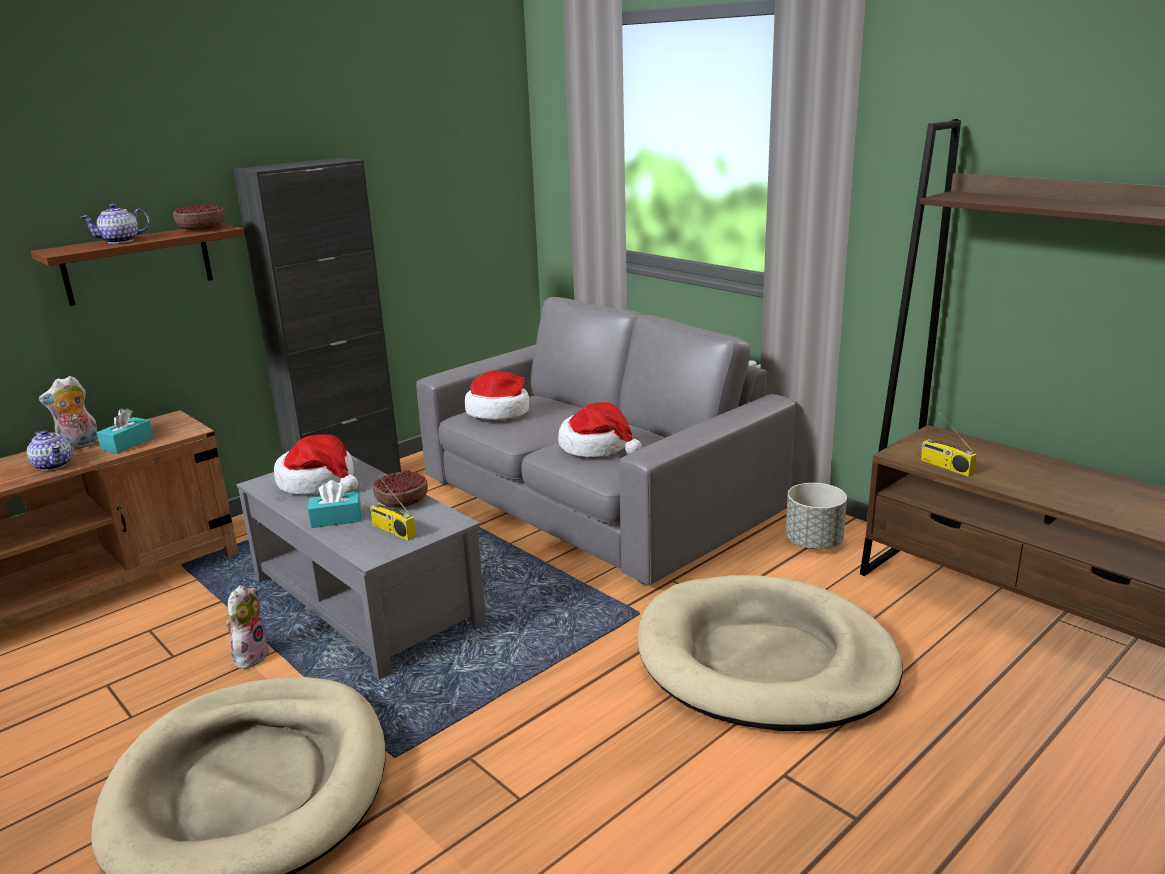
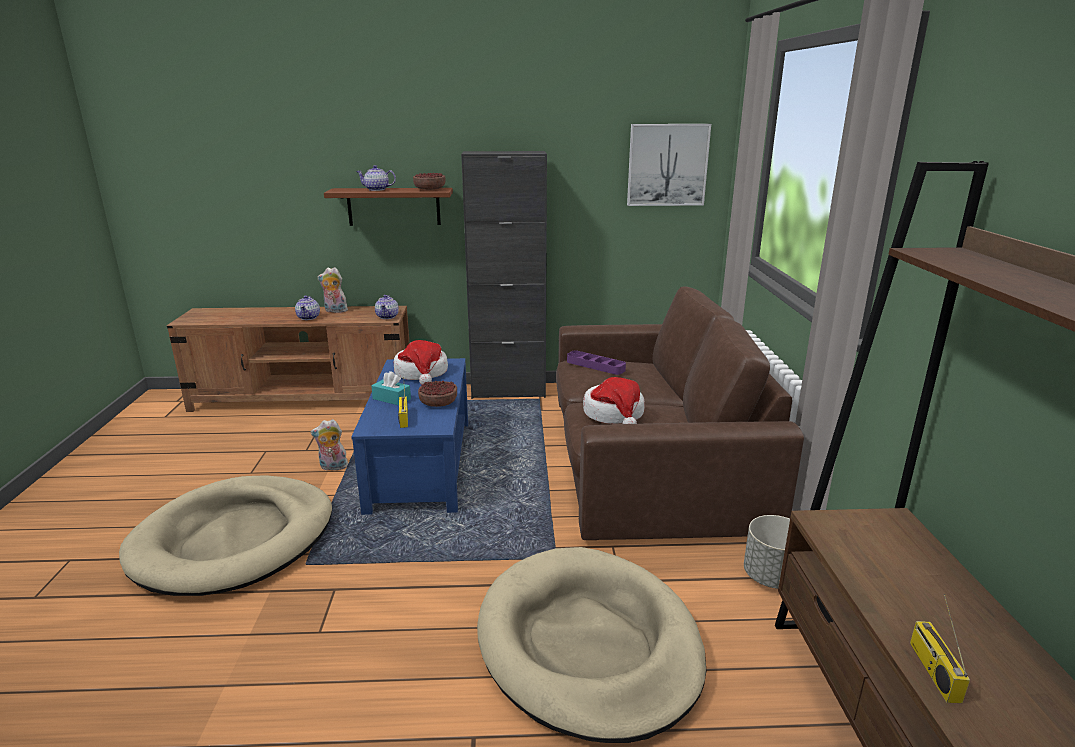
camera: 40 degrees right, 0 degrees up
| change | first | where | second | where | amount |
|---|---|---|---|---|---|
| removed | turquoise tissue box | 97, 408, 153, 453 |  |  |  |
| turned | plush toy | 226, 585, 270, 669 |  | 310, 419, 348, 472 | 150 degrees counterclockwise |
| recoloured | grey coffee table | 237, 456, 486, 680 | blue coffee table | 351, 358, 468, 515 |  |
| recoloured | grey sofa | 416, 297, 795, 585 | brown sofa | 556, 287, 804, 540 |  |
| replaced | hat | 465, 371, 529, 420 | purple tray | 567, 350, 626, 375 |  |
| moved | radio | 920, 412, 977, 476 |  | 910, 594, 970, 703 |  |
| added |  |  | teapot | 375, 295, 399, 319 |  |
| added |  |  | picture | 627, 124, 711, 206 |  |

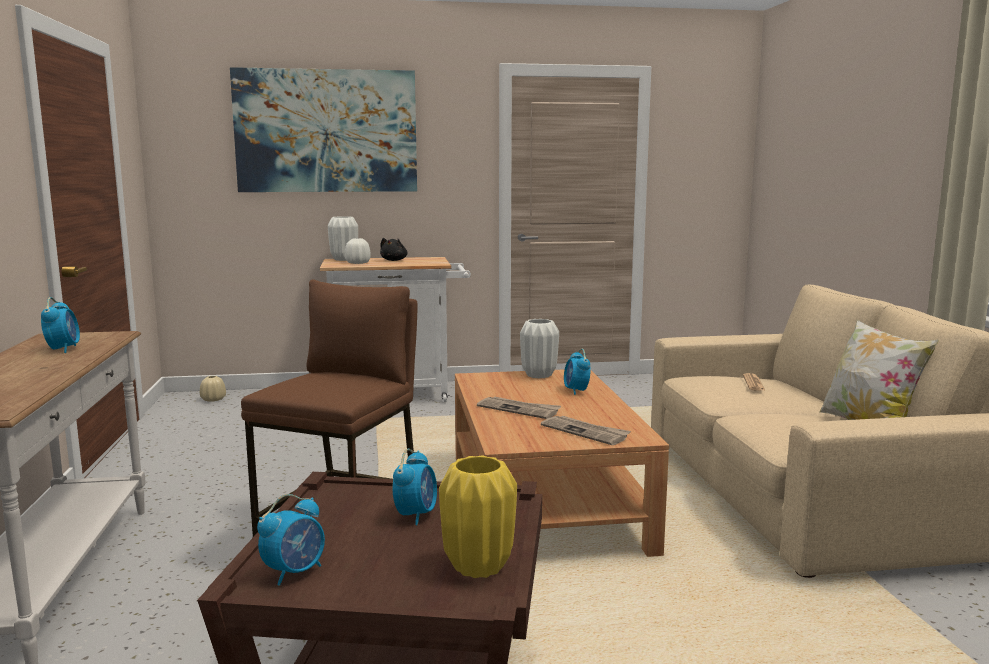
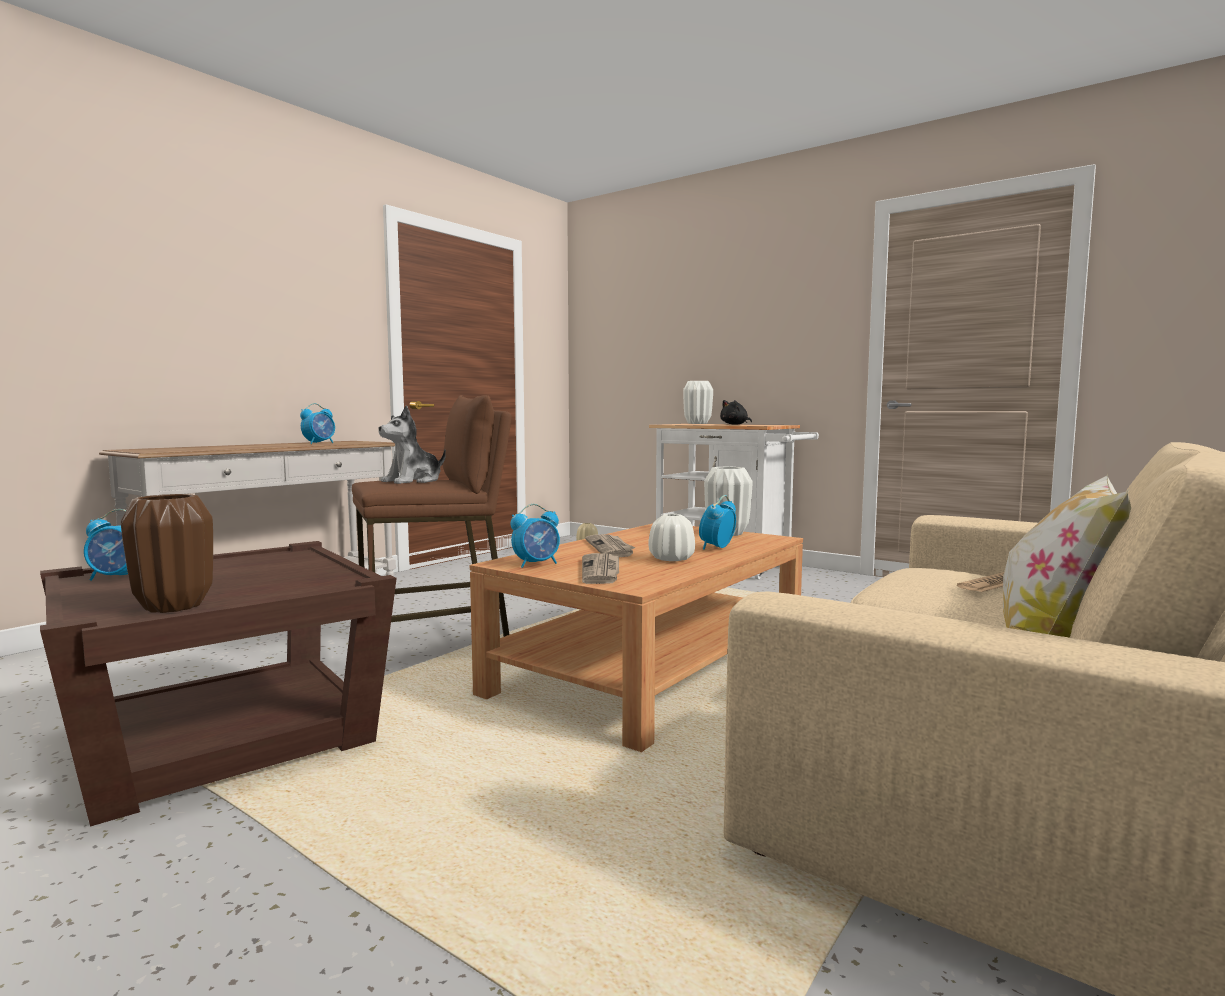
camera: 45 degrees right, 5 degrees down
| change | first | where | second | where | amount |
|---|---|---|---|---|---|
| removed | picture | 230, 67, 417, 192 |  |  |  |
| moved | white vase | 345, 238, 371, 264 |  | 649, 514, 695, 561 |  |
| moved | alarm clock | 393, 449, 437, 525 |  | 511, 504, 560, 568 |  |
| recoloured | yellow vase | 439, 455, 517, 578 | brown vase | 121, 494, 213, 613 |  |
| added |  |  | plush toy | 379, 405, 446, 484 |  |

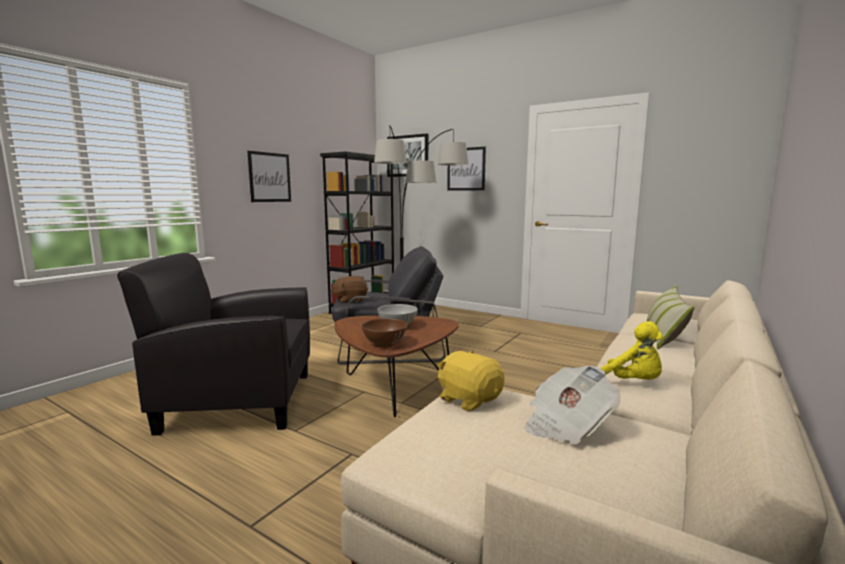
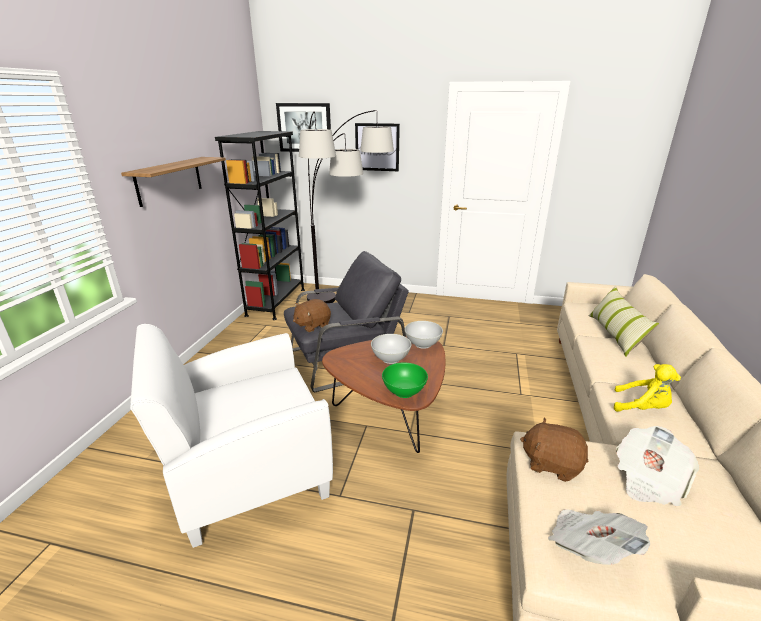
camera: 20 degrees left, 15 degrees up
| change | first | where | second | where | amount |
|---|---|---|---|---|---|
| recoloured | black armchair | 117, 253, 310, 436 | white armchair | 130, 324, 333, 548 |  |
| replaced | picture | 248, 151, 291, 202 | shelf | 121, 157, 226, 207 |  |
| recoloured | brown bowl | 361, 318, 408, 348 | green bowl | 382, 363, 428, 398 |  |
| recoloured | yellow plush toy | 437, 351, 505, 411 | brown plush toy | 520, 417, 588, 482 |  |
| added |  |  | white bowl | 405, 321, 443, 349 |  |
| added |  |  | newspaper | 548, 509, 650, 565 |  |

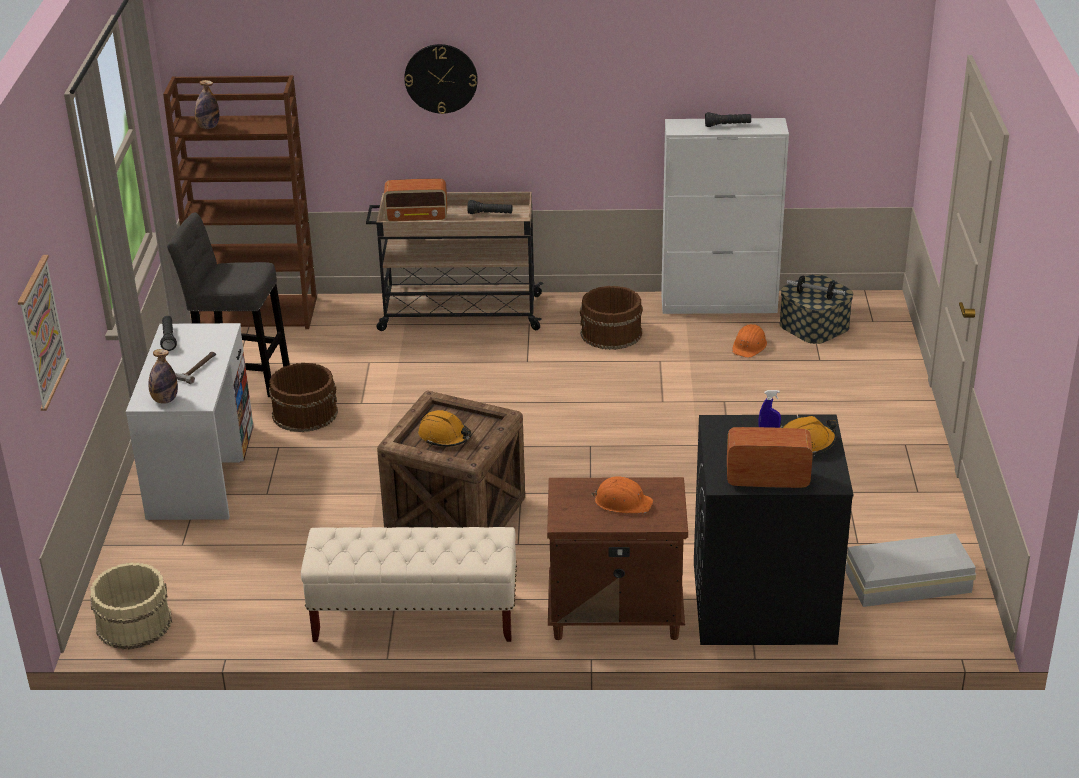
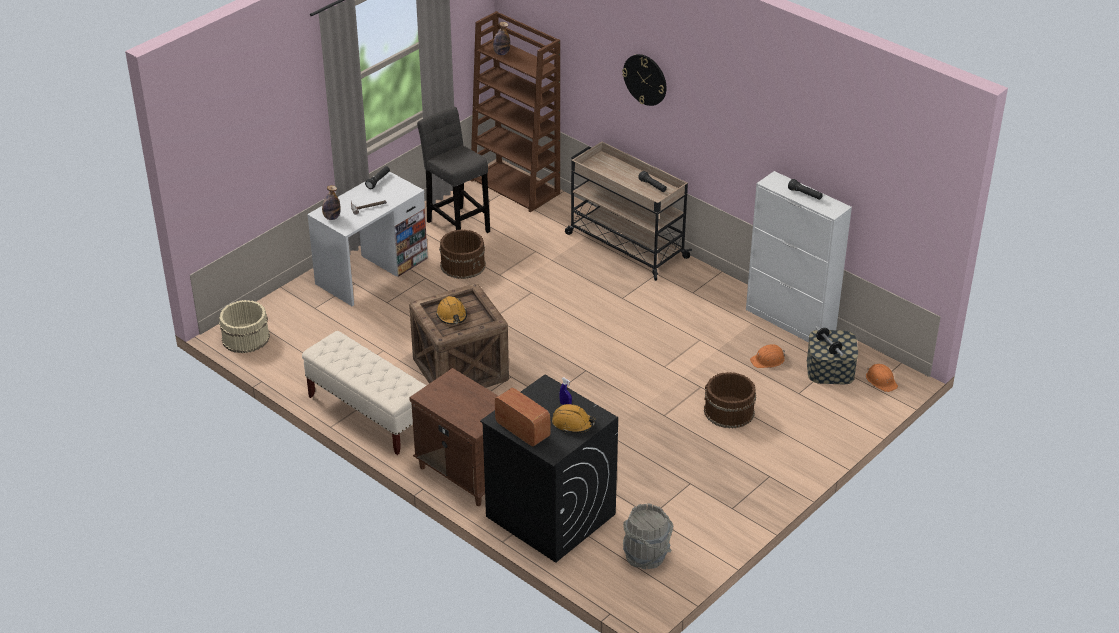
camera: 40 degrees right, 5 degrees up
| change | first | where | second | where | amount |
|---|---|---|---|---|---|
| removed | picture | 18, 255, 69, 411 |  |  |  |
| removed | radio | 384, 179, 447, 221 |  |  |  |
| moved | brown bucket | 580, 286, 643, 350 |  | 704, 372, 756, 428 |  |
| moved | orange hard hat | 591, 476, 653, 513 |  | 866, 364, 898, 392 |  |
| replaced | white storage box | 845, 533, 976, 607 | grey bucket | 623, 503, 673, 569 |  |

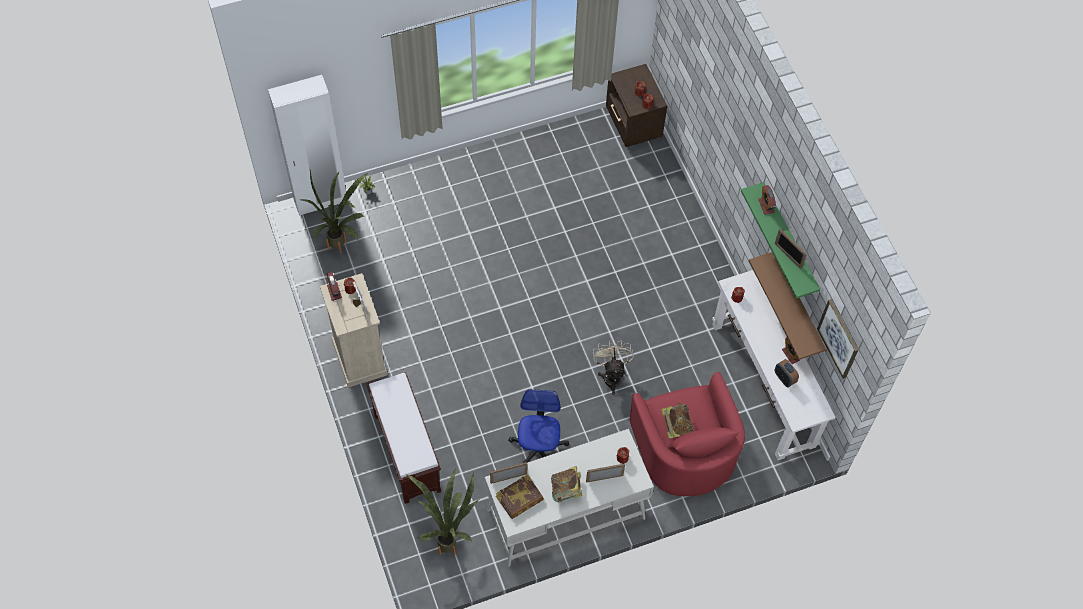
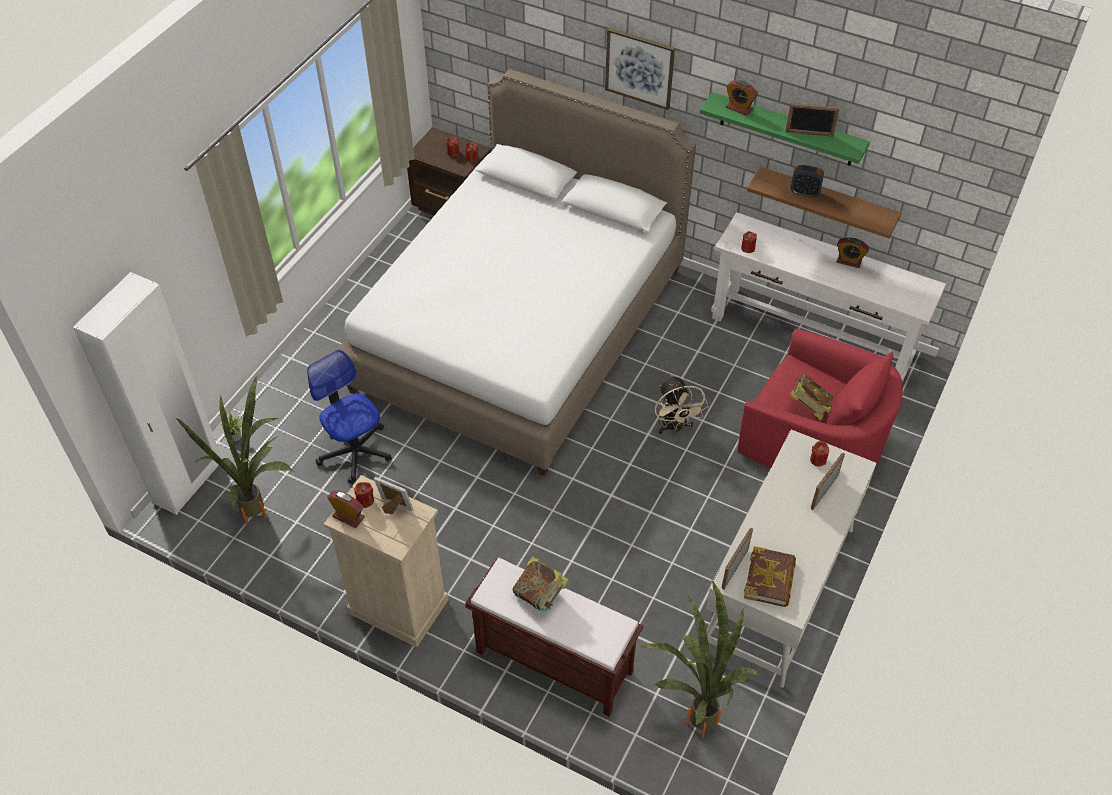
camera: 40 degrees left, 10 degrees down
| change | first | where | second | where | amount |
|---|---|---|---|---|---|
| moved | office chair | 508, 389, 569, 463 |  | 307, 350, 392, 484 |  |
| moved | book | 551, 466, 582, 502 |  | 512, 556, 569, 612 |  |
| turned | beige fan | 593, 340, 634, 395 |  | 655, 375, 708, 434 | 150 degrees counterclockwise |
| moved | alarm clock | 775, 359, 799, 387 |  | 791, 165, 824, 198 |  |
| moved | picture | 817, 299, 858, 379 |  | 605, 28, 675, 110 |  |
| added |  |  | white bed | 337, 69, 696, 476 |  |

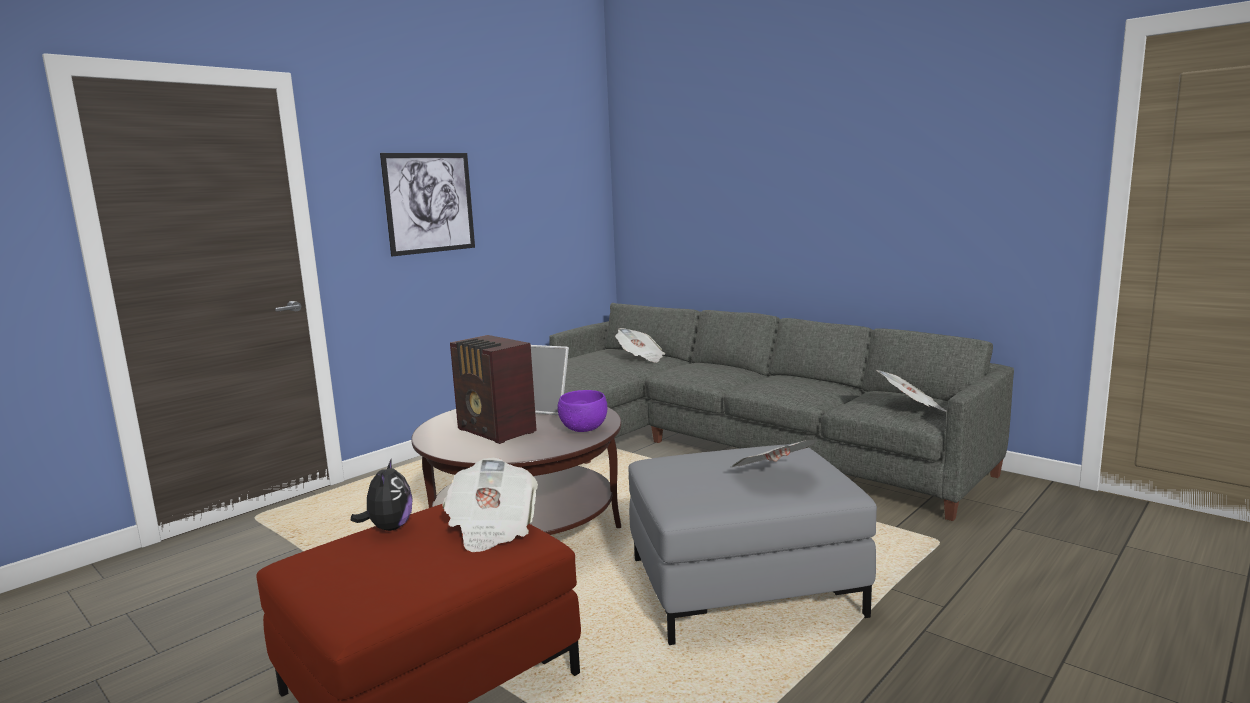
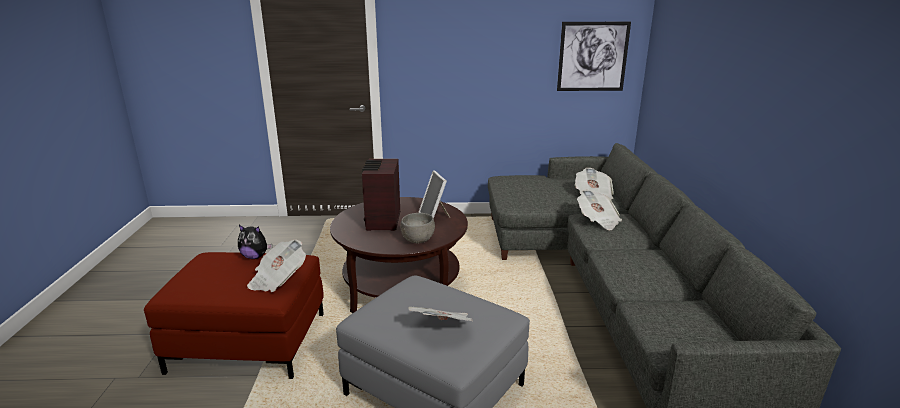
camera: 45 degrees right, 10 degrees up
| change | first | where | second | where | amount |
|---|---|---|---|---|---|
| turned | plush toy | 350, 458, 413, 531 |  | 238, 225, 272, 259 | 60 degrees clockwise |
| moved | picture | 380, 153, 475, 256 |  | 557, 22, 631, 91 |  |
| recoloured | purple bowl | 557, 390, 607, 432 | grey bowl | 400, 213, 435, 243 |  |
| moved | newspaper | 876, 370, 947, 412 |  | 577, 190, 622, 231 |  |

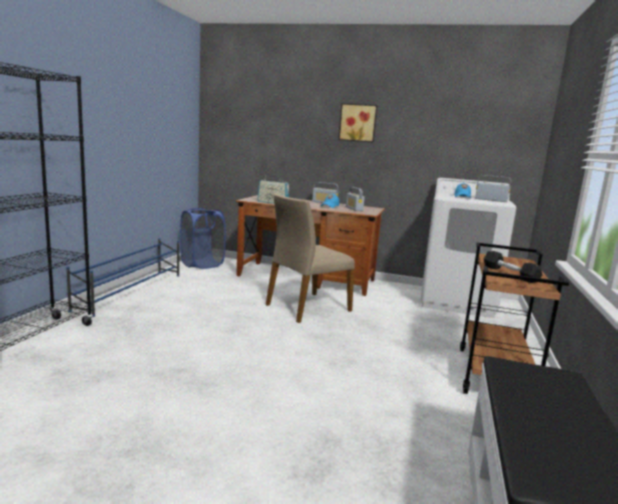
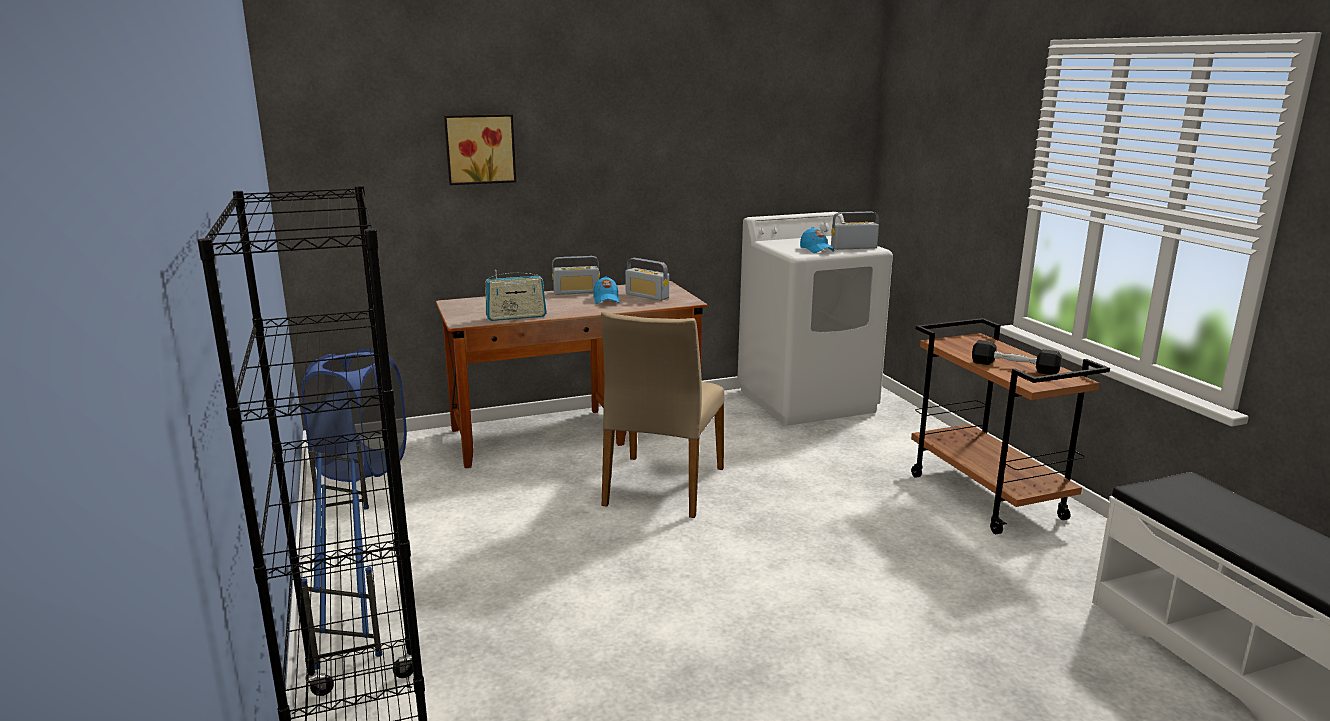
camera: 35 degrees left, 5 degrees up
| change | first | where | second | where | amount |
|---|---|---|---|---|---|
| moved | picture | 338, 103, 377, 143 |  | 444, 114, 516, 185 |  |

